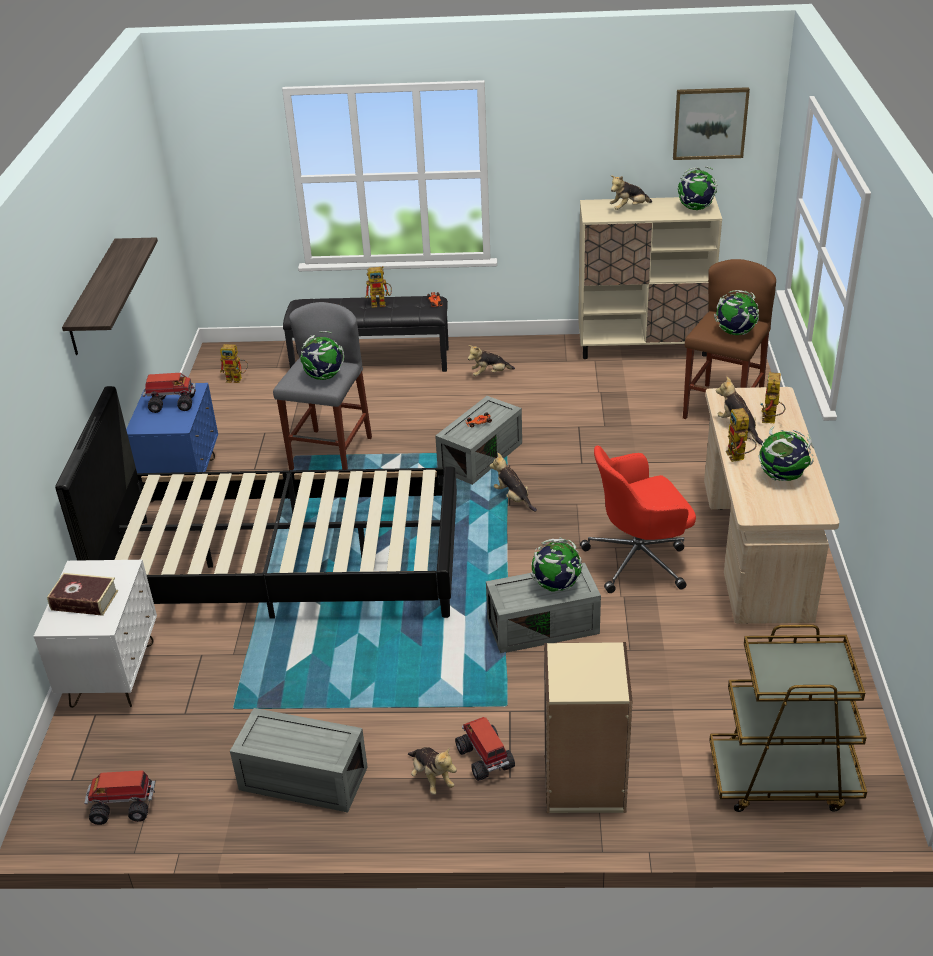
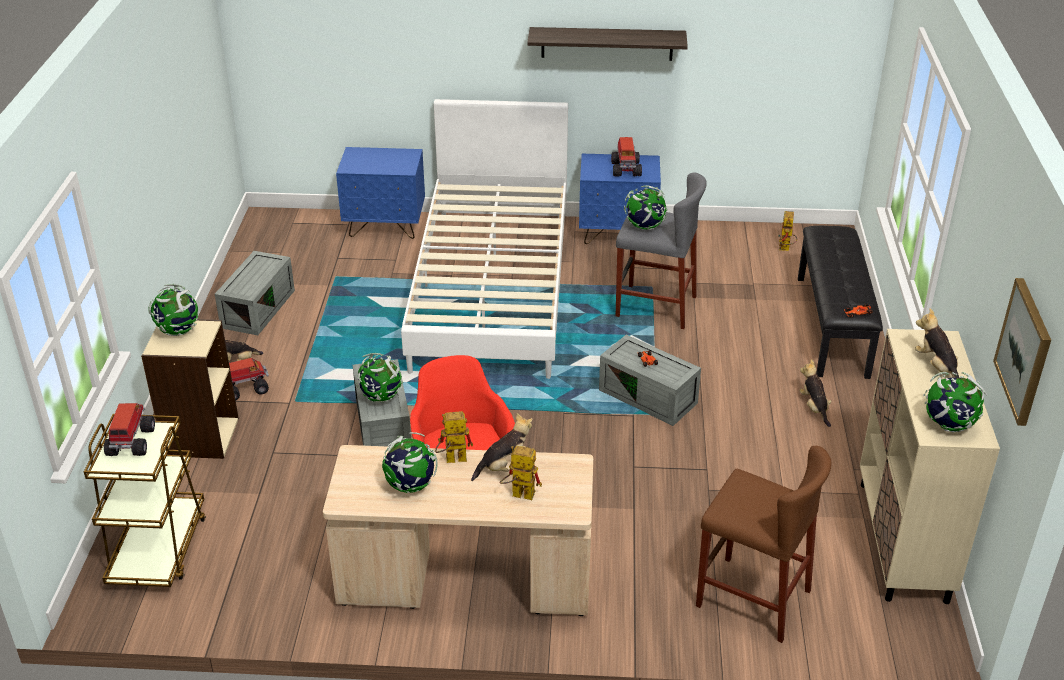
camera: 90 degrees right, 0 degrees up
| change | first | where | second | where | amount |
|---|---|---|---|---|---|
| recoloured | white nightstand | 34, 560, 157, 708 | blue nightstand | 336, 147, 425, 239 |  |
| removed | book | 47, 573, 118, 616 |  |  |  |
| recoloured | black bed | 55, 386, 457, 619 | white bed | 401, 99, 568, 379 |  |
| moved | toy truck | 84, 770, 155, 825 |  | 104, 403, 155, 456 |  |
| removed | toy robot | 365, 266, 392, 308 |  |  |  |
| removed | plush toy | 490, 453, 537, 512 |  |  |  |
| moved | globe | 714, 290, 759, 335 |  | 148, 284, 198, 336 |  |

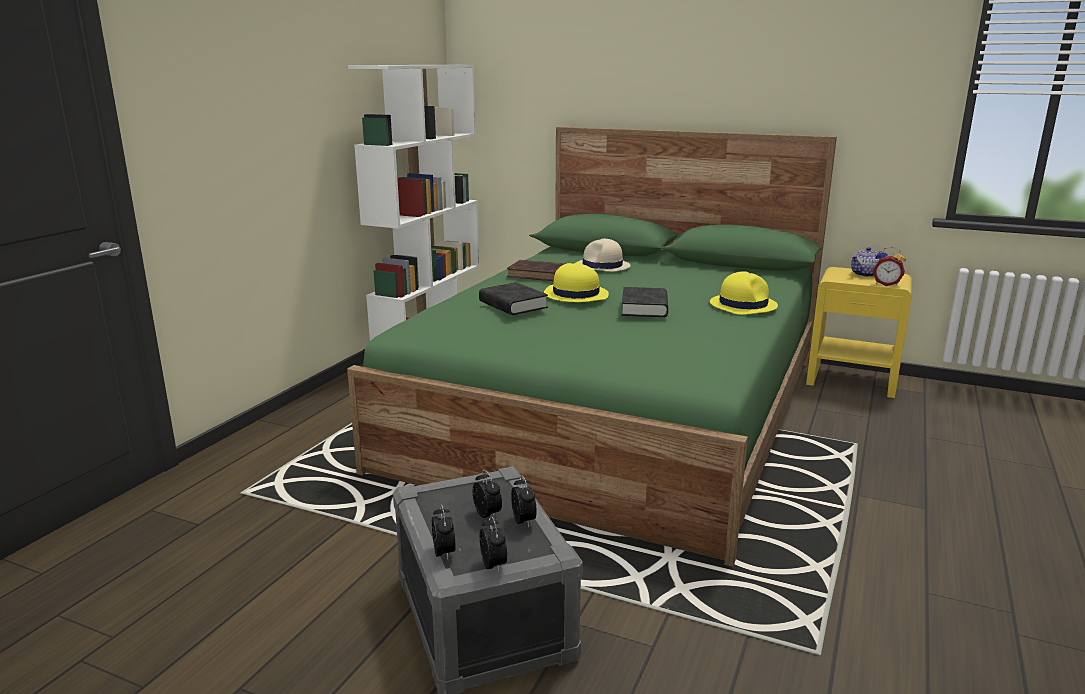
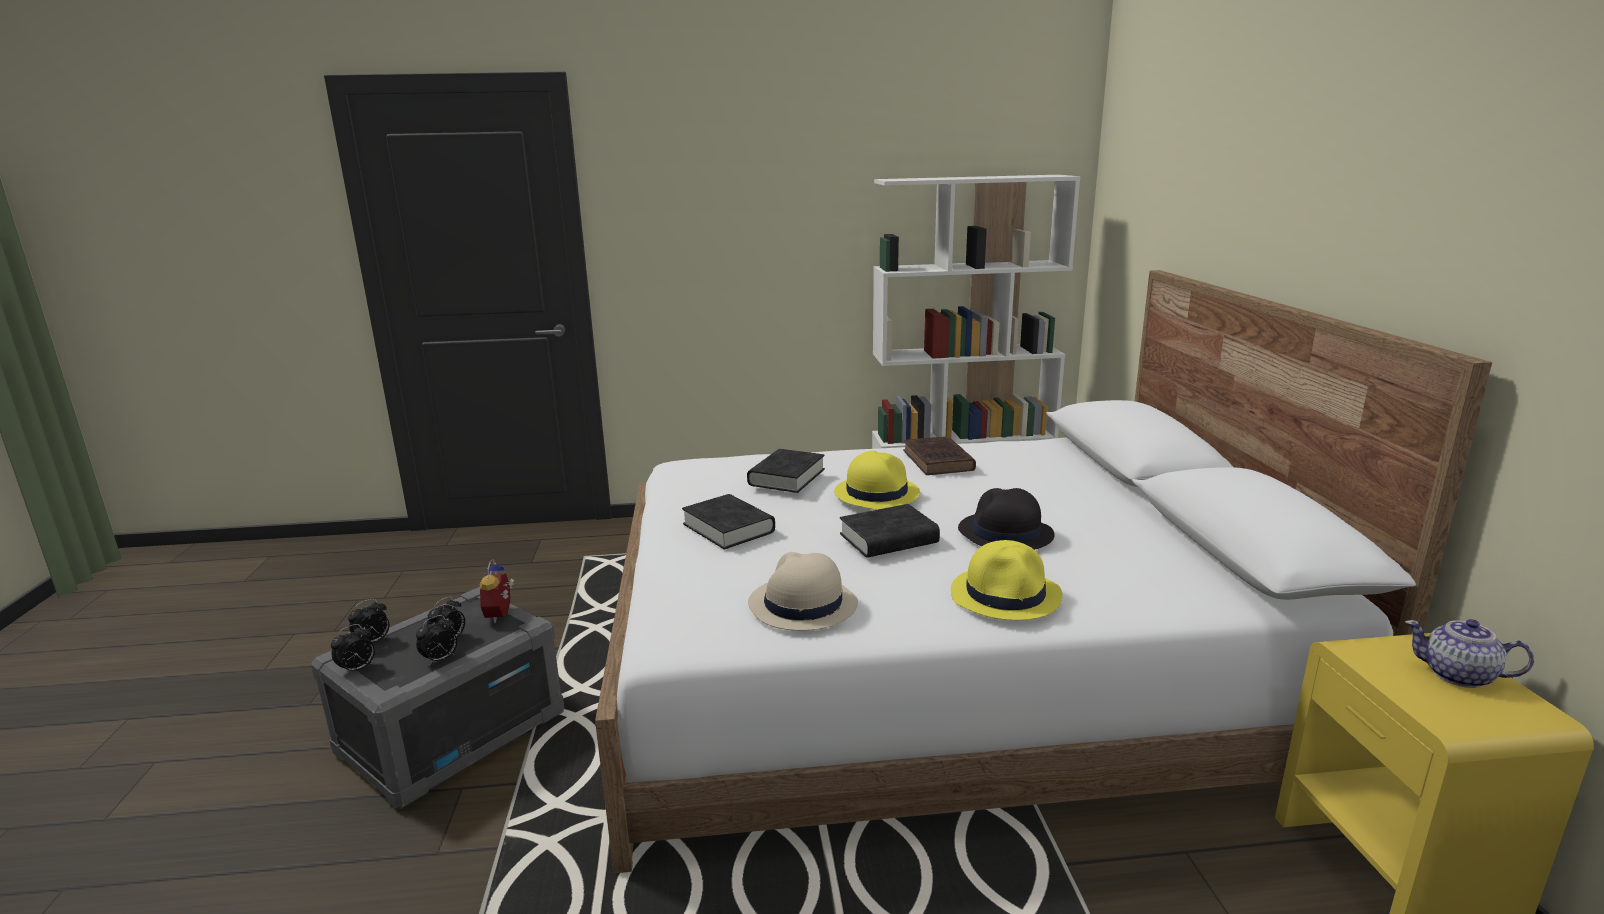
camera: 60 degrees right, 0 degrees up
| change | first | where | second | where | amount |
|---|---|---|---|---|---|
| recoloured | green bed | 347, 127, 837, 567 | white bed | 595, 270, 1492, 873 |  |
| moved | beige hat | 578, 239, 631, 272 |  | 748, 552, 858, 631 |  |
| moved | alarm clock | 873, 247, 906, 286 |  | 479, 559, 514, 623 |  |
| added |  |  | black book | 682, 494, 775, 549 |  |
| added |  |  | black hat | 958, 488, 1055, 550 |  |

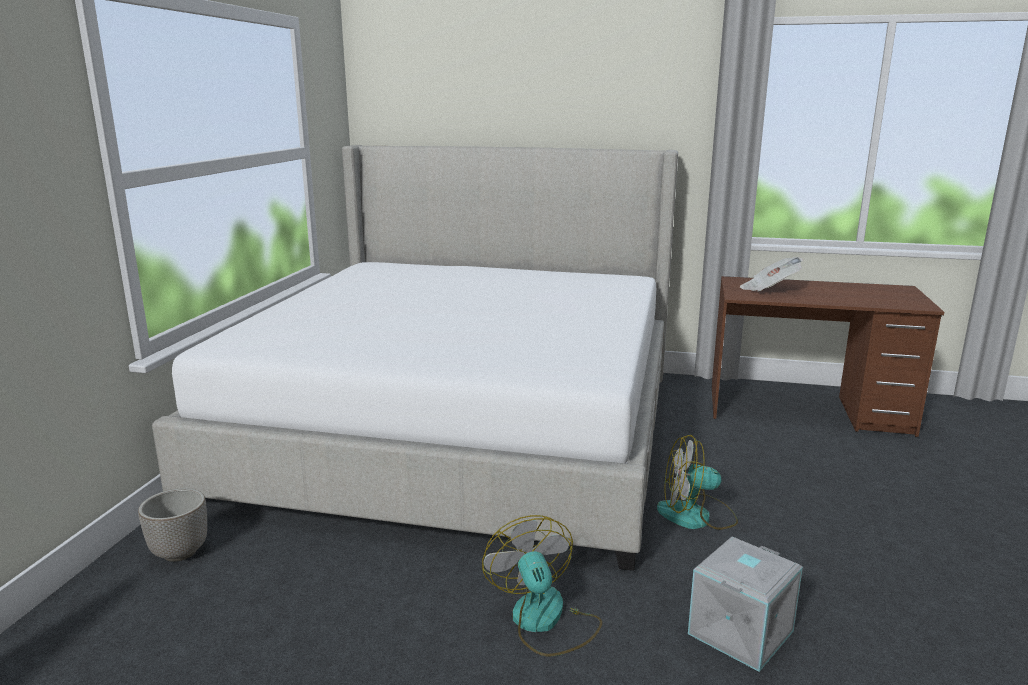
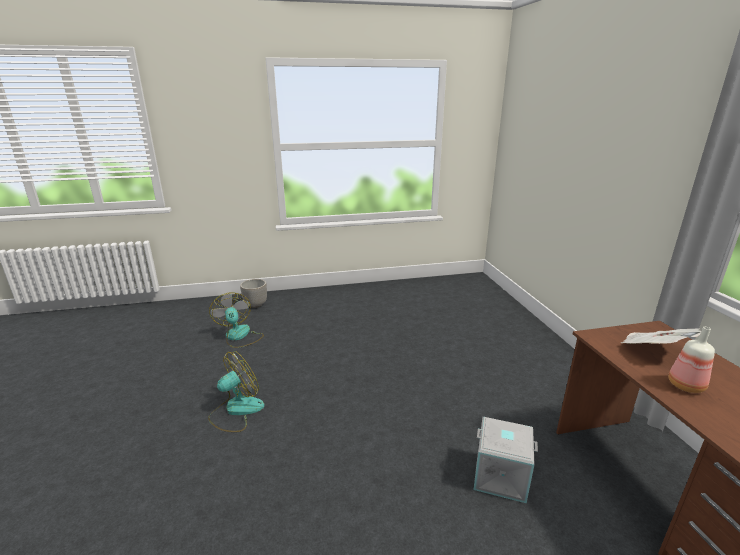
camera: 65 degrees right, 5 degrees up
| change | first | where | second | where | amount |
|---|---|---|---|---|---|
| removed | bed | 152, 145, 678, 571 |  |  |  |
| moved | fan | 657, 435, 738, 530 |  | 209, 292, 264, 348 |  |
| moved | grey storage box | 688, 537, 803, 672 |  | 474, 417, 538, 503 |  |
| added |  |  | bottle | 668, 327, 715, 393 |  |

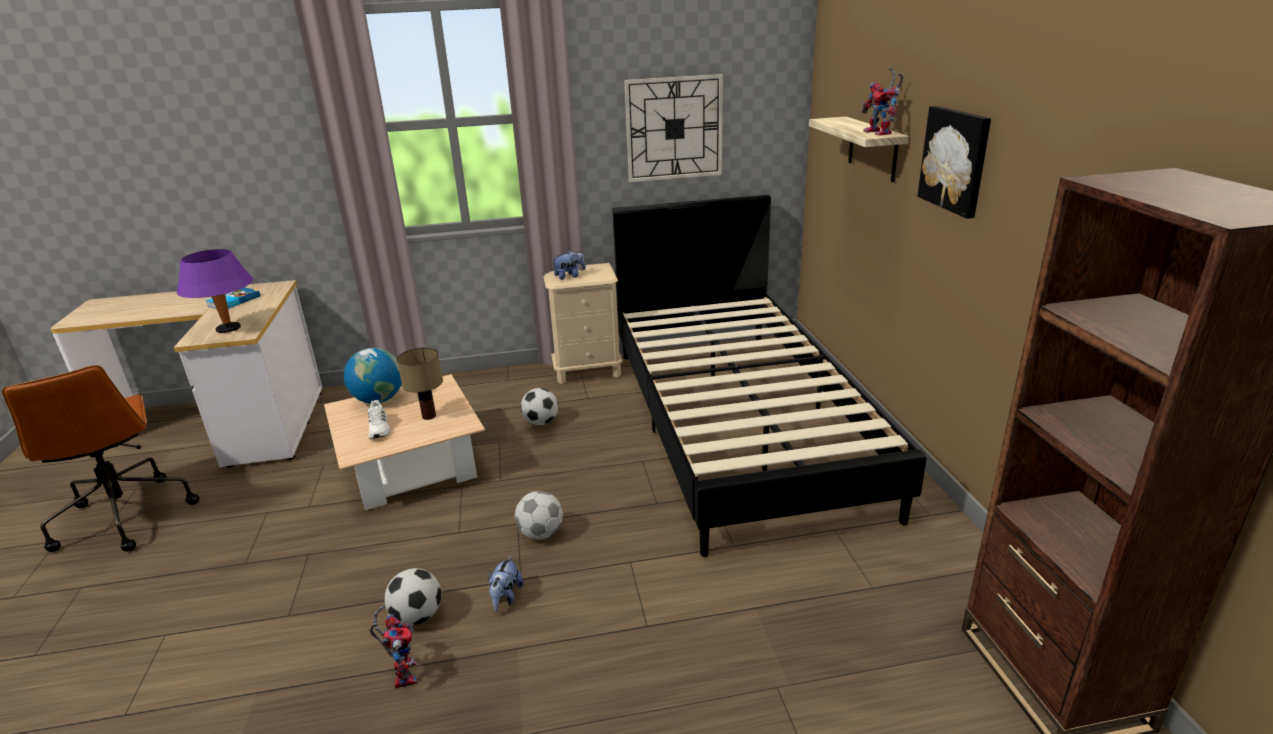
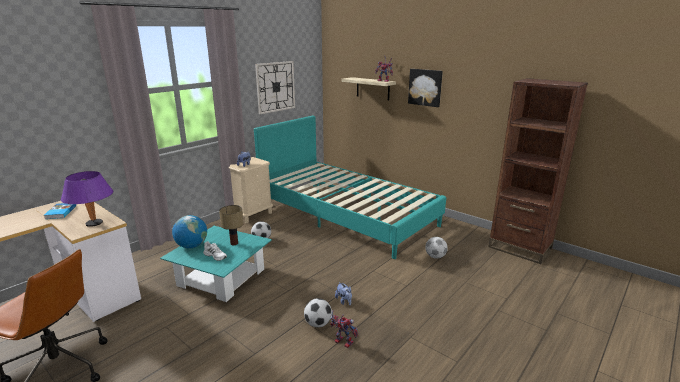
camera: 40 degrees left, 5 degrees down
| change | first | where | second | where | amount |
|---|---|---|---|---|---|
| recoloured | beige coffee table | 324, 374, 485, 510 | turquoise coffee table | 160, 226, 272, 302 |  |
| moved | football | 515, 491, 563, 540 |  | 425, 237, 448, 259 |  |
| recoloured | black bed | 612, 195, 927, 557 | turquoise bed | 254, 116, 446, 259 |  |

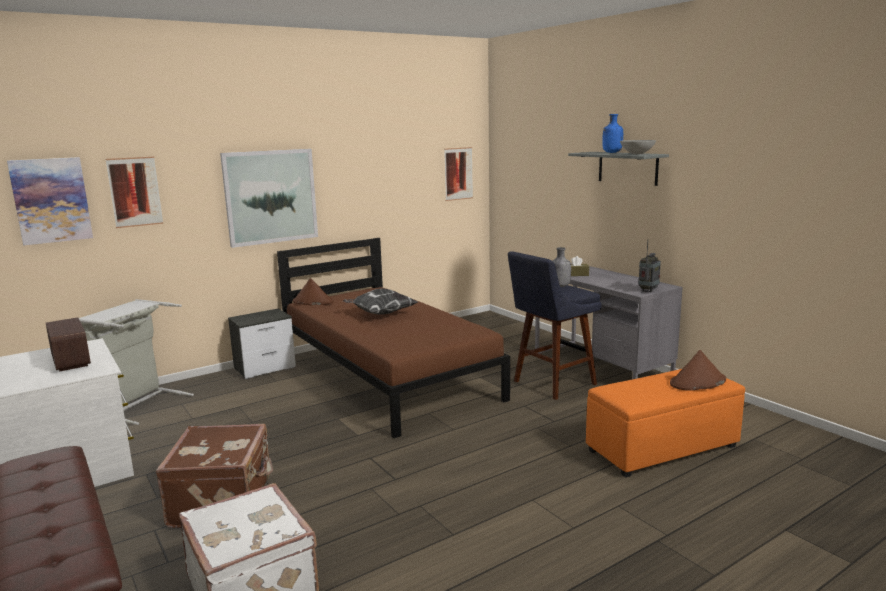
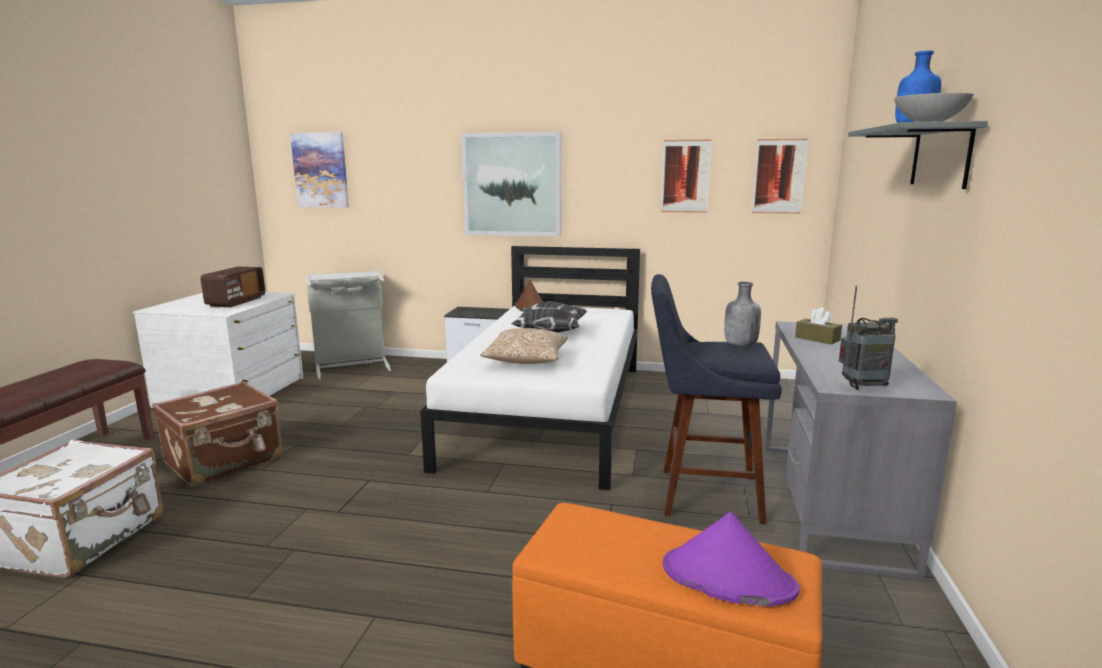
camera: 45 degrees right, 0 degrees up
| change | first | where | second | where | amount |
|---|---|---|---|---|---|
| moved | picture | 105, 157, 163, 228 |  | 661, 140, 712, 213 |  |
| recoloured | brown bed | 277, 238, 510, 438 | white bed | 420, 246, 640, 490 |  |
| recoloured | brown hat | 670, 350, 726, 391 | purple hat | 663, 512, 800, 606 |  |
| added |  |  | pillow | 480, 328, 568, 364 |  |

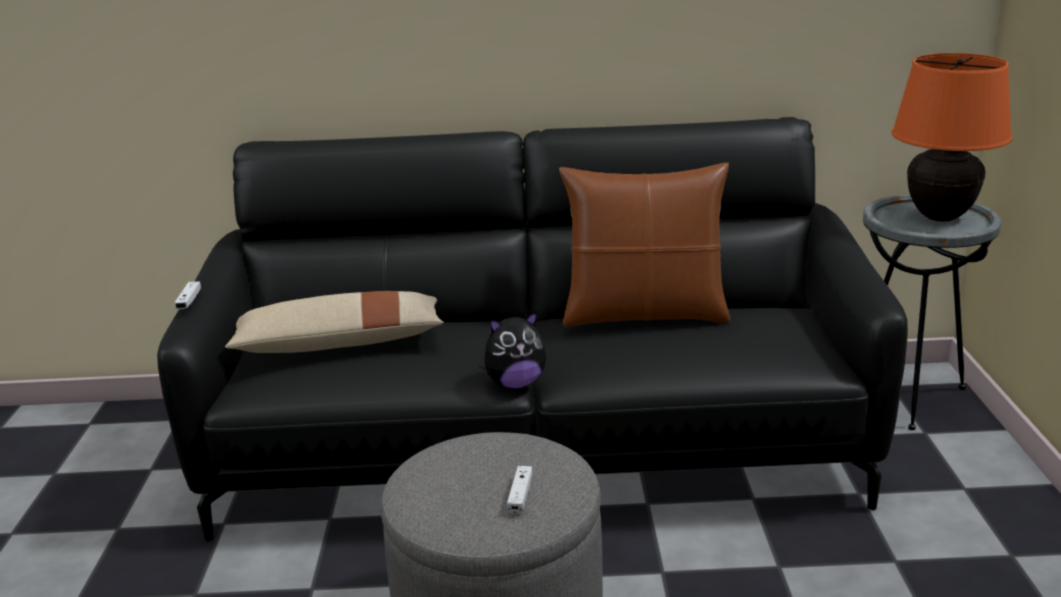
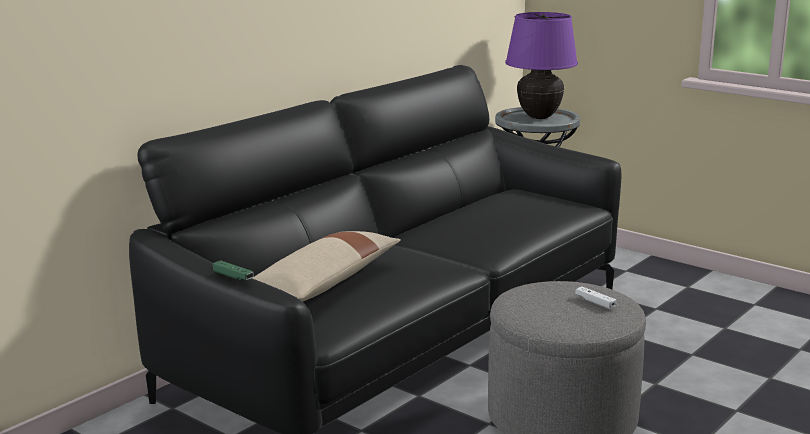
camera: 50 degrees left, 5 degrees down
| change | first | where | second | where | amount |
|---|---|---|---|---|---|
| recoloured | white game controller | 174, 281, 201, 309 | green game controller | 212, 260, 254, 280 |  |
| removed | plush toy | 484, 311, 546, 389 |  |  |  |
| removed | brown pillow | 559, 162, 730, 327 |  |  |  |
| recoloured | orange table lamp | 891, 53, 1013, 221 | purple table lamp | 505, 12, 578, 119 |  |

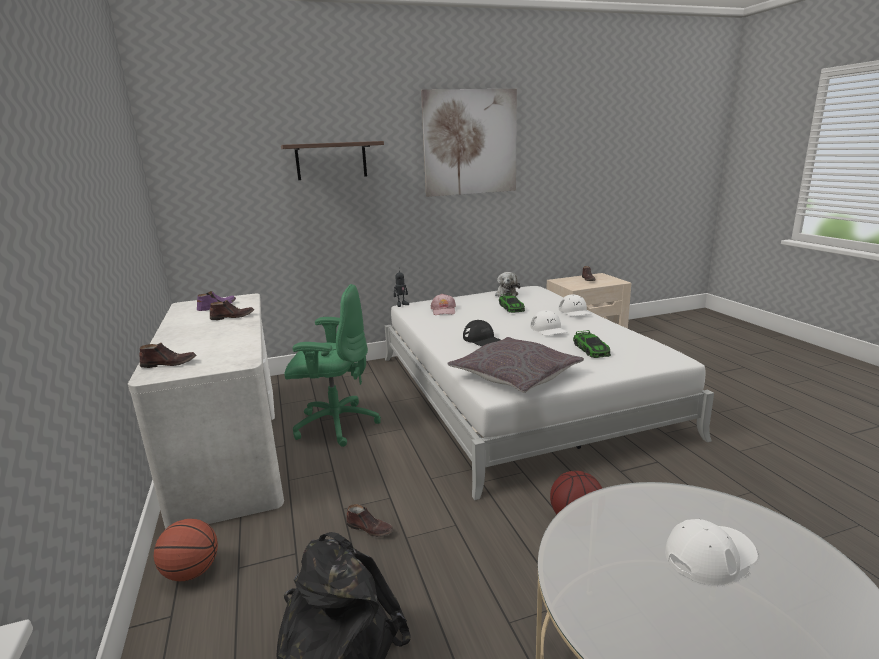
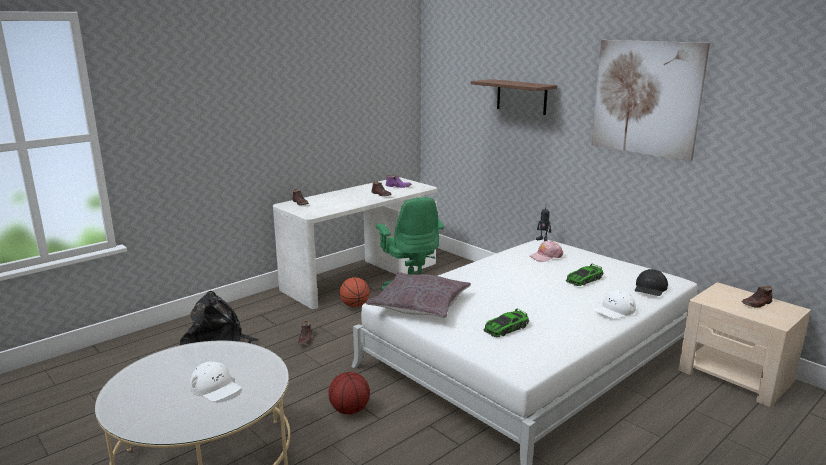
camera: 65 degrees right, 0 degrees up
| change | first | where | second | where | amount |
|---|---|---|---|---|---|
| moved | basketball | 154, 519, 218, 581 |  | 340, 277, 370, 307 |  |
| moved | black cap | 463, 320, 501, 346 |  | 635, 269, 668, 296 |  |
| removed | plush toy | 495, 272, 520, 297 |  |  |  |
| removed | white cap | 531, 310, 567, 336 |  |  |  |

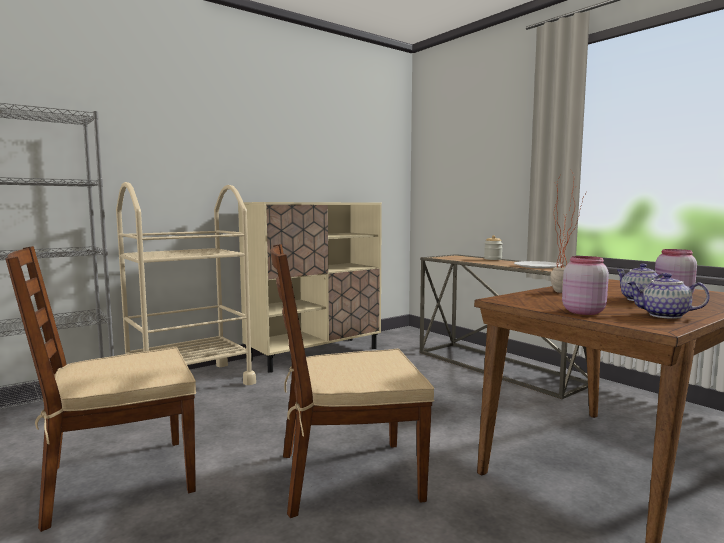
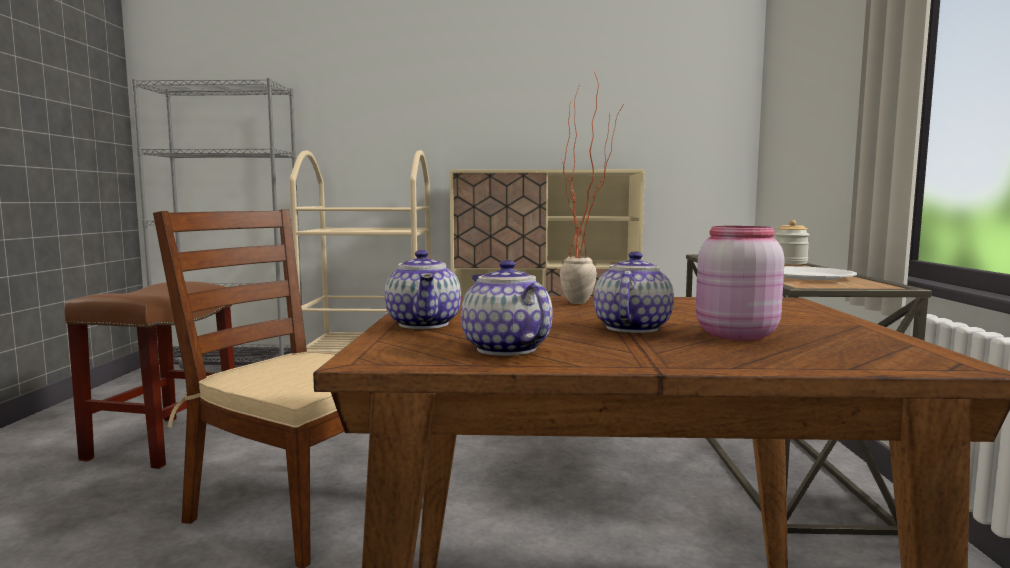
camera: 40 degrees right, 0 degrees up
| change | first | where | second | where | amount |
|---|---|---|---|---|---|
| replaced | brown chair | 5, 246, 196, 532 | brown stool | 64, 281, 235, 469 |  |
| replaced | pink jar | 562, 256, 609, 315 | teapot | 385, 250, 461, 329 |  |

